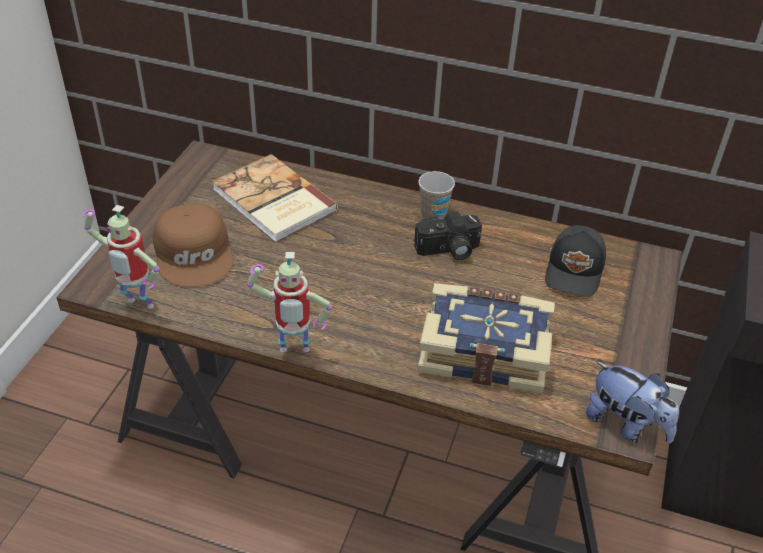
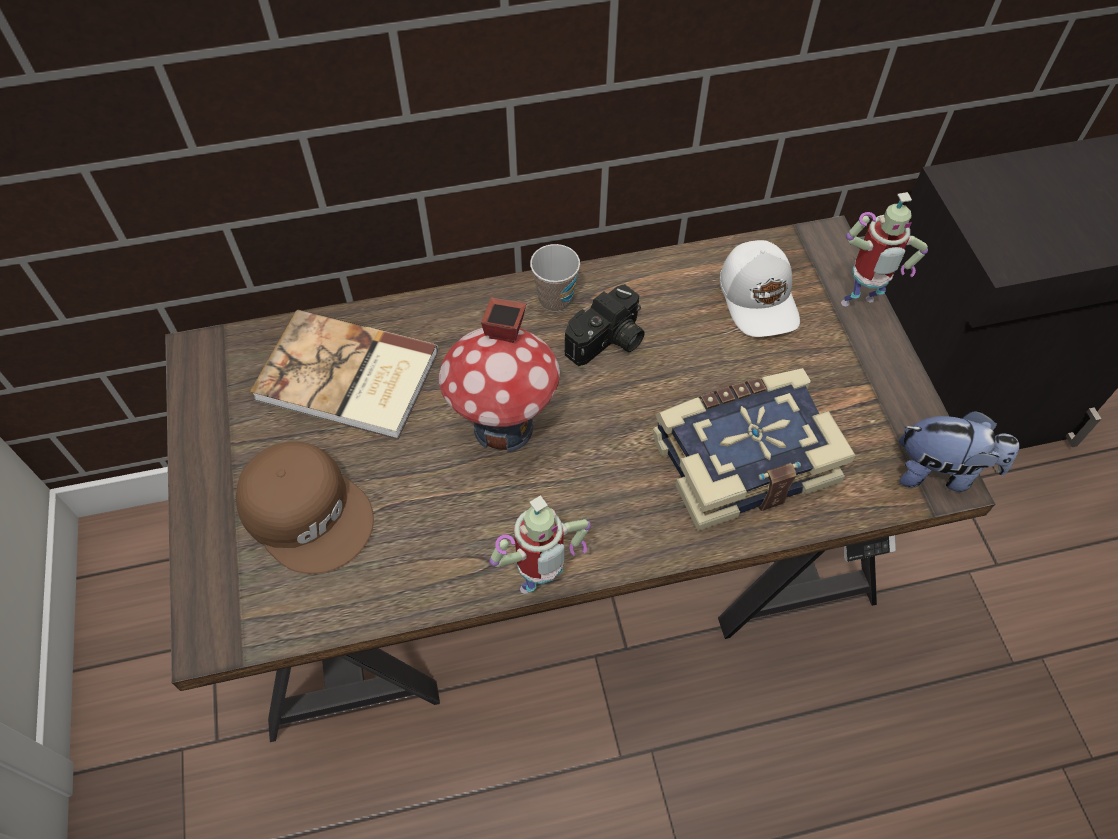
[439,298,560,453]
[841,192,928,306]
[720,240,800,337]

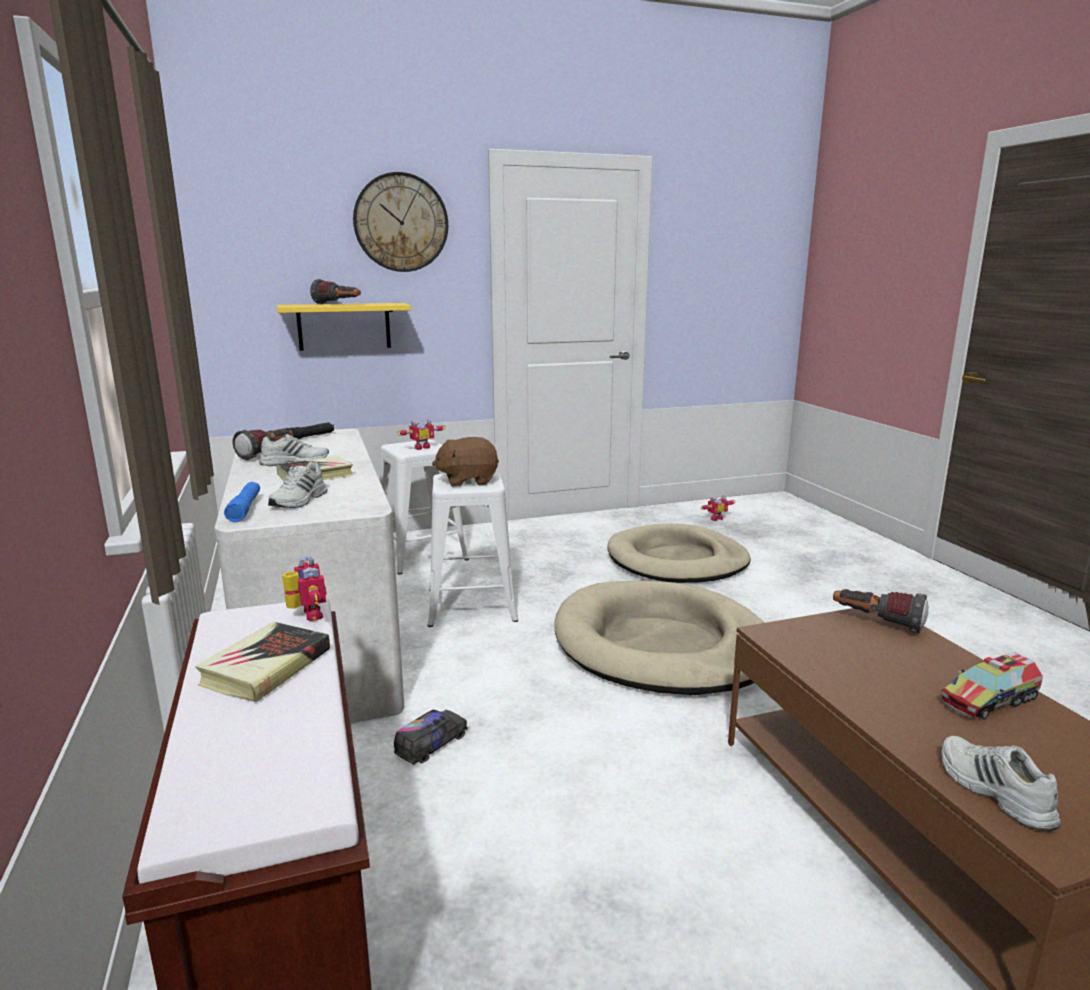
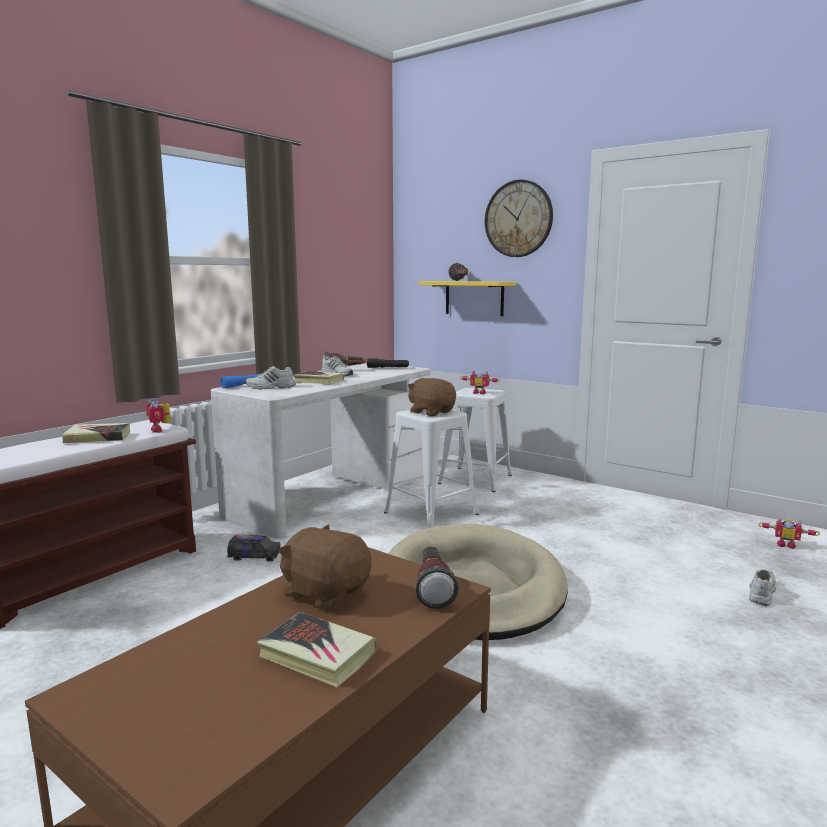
[607,523,751,583] (first image)
[278,524,372,611]
[749,569,777,606]
[257,612,377,687]
[146,398,171,433]

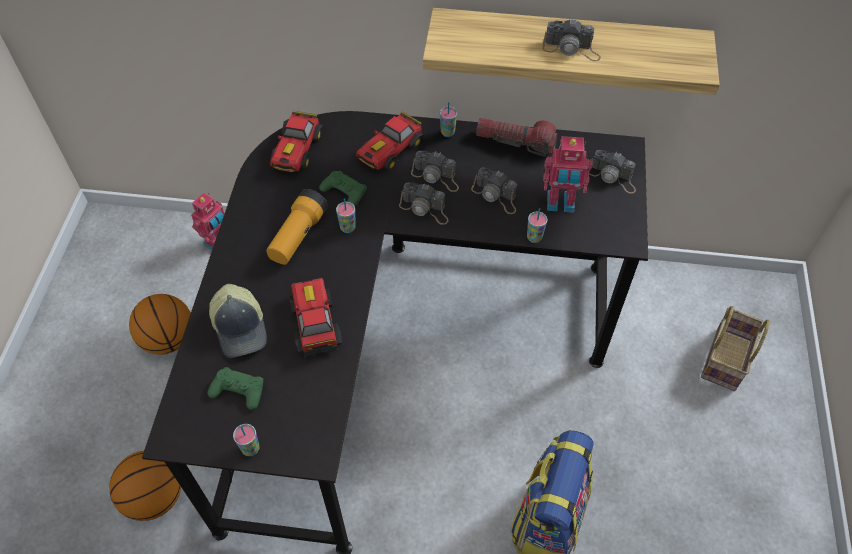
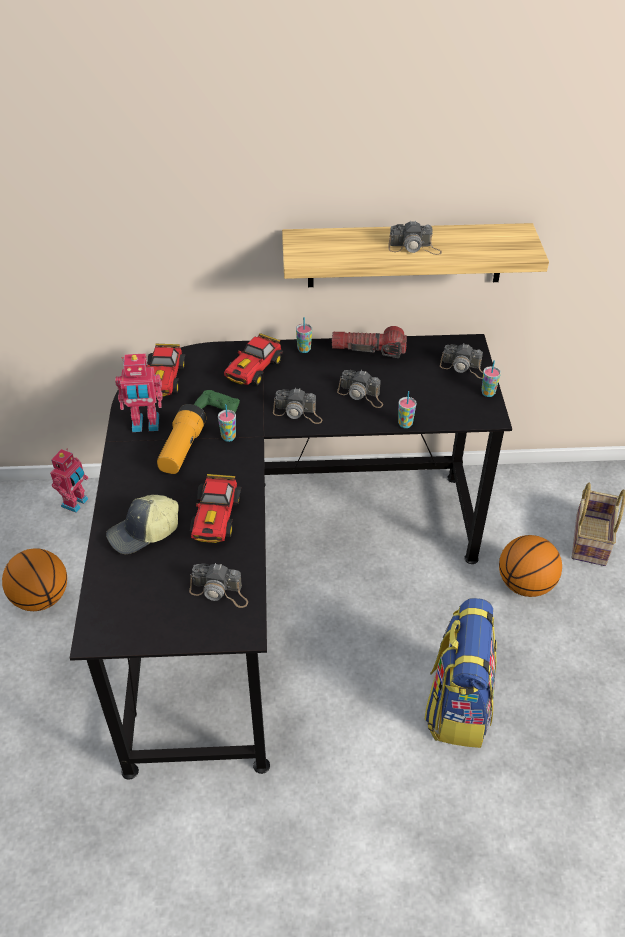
[207,367,263,410] (first image)
[499,535,562,597]
[481,360,501,397]
[189,563,248,608]
[115,353,163,432]
[106,495,179,554]
[190,474,241,543]

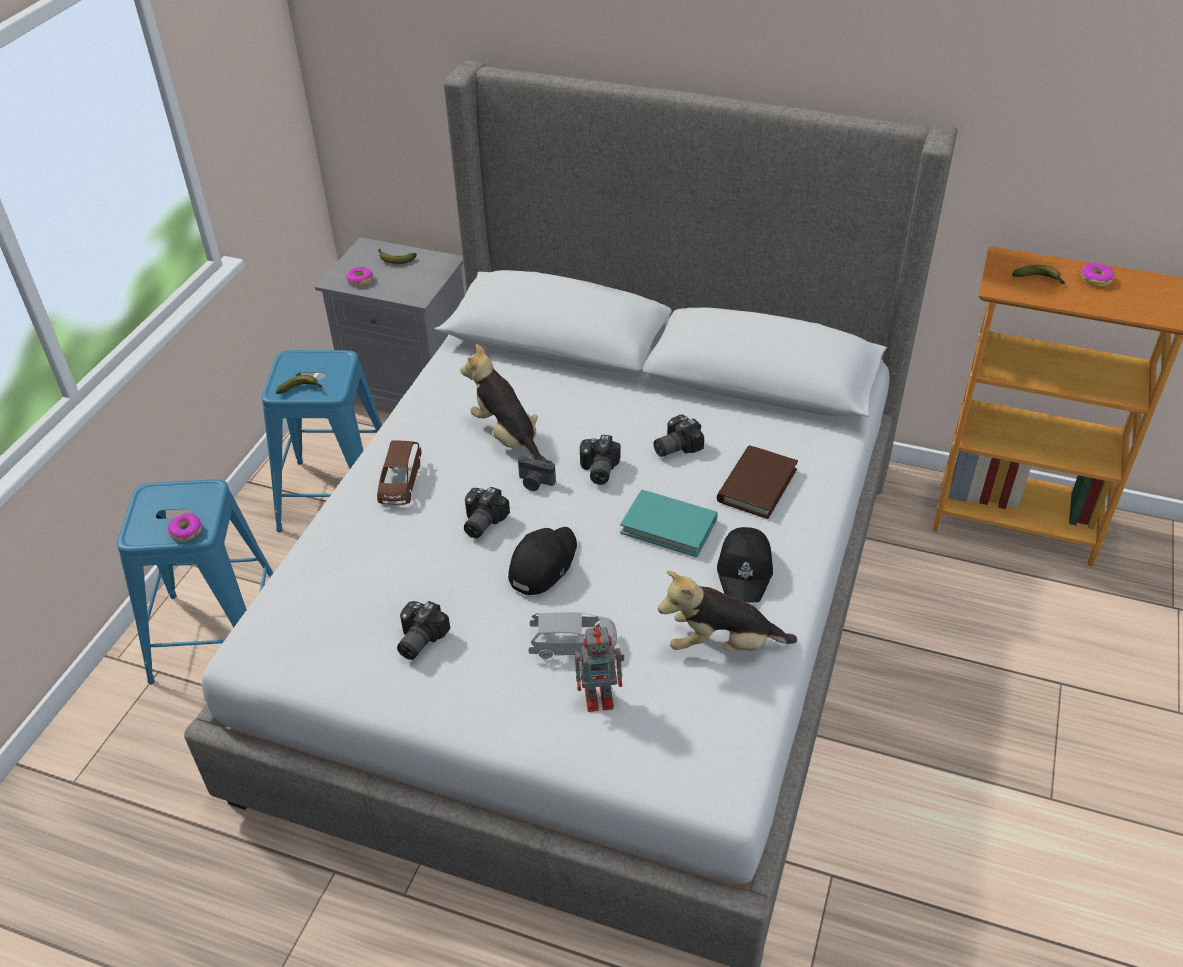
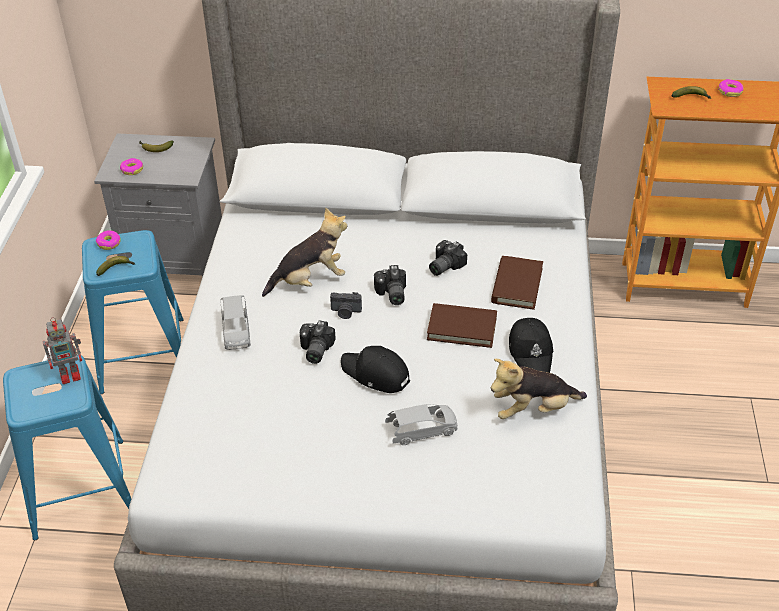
[397,601,450,660] (first image)
[96,231,121,250]
[42,317,82,384]
[221,295,251,350]
[427,303,497,348]
[262,208,347,297]
[341,346,410,393]

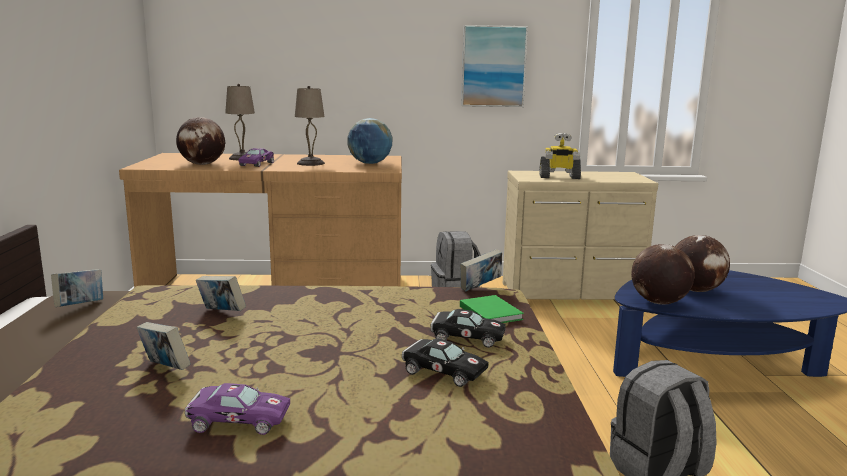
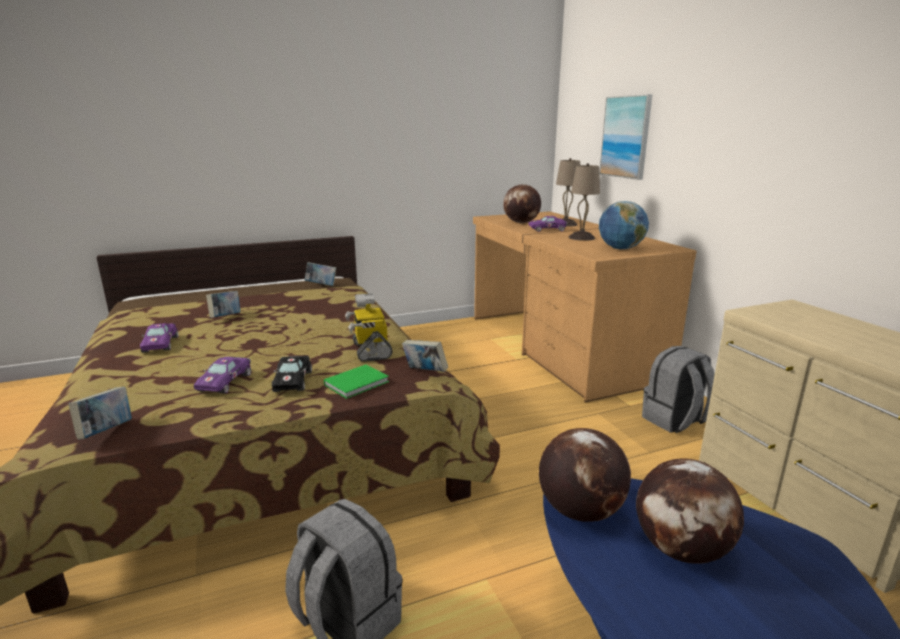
[68,387,132,440]
[599,94,653,180]
[345,293,393,362]
[193,357,251,393]

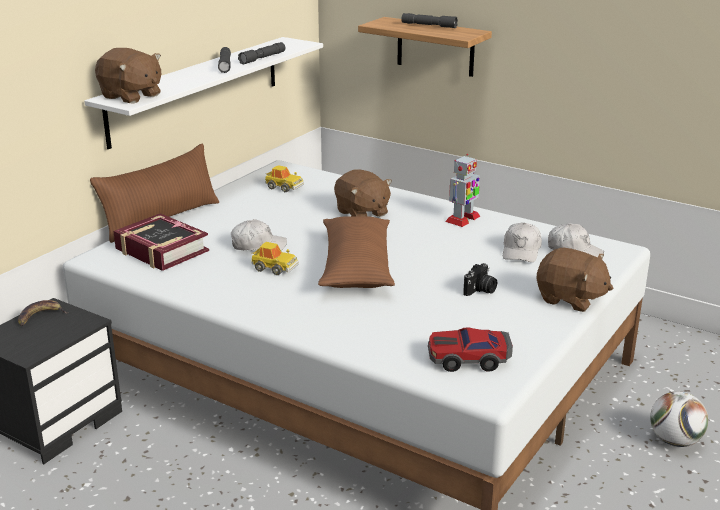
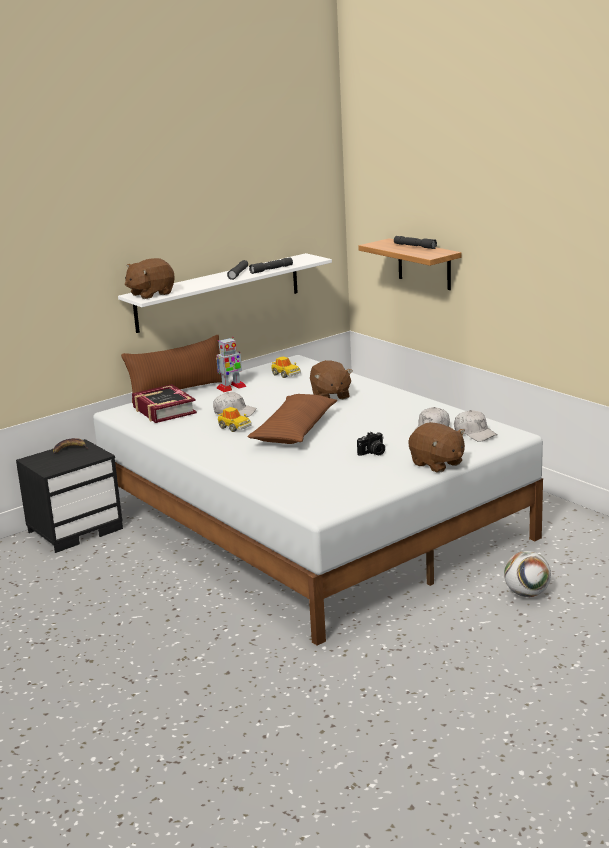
[428,327,513,372] (first image)
[216,337,247,392]
[125,258,175,299]

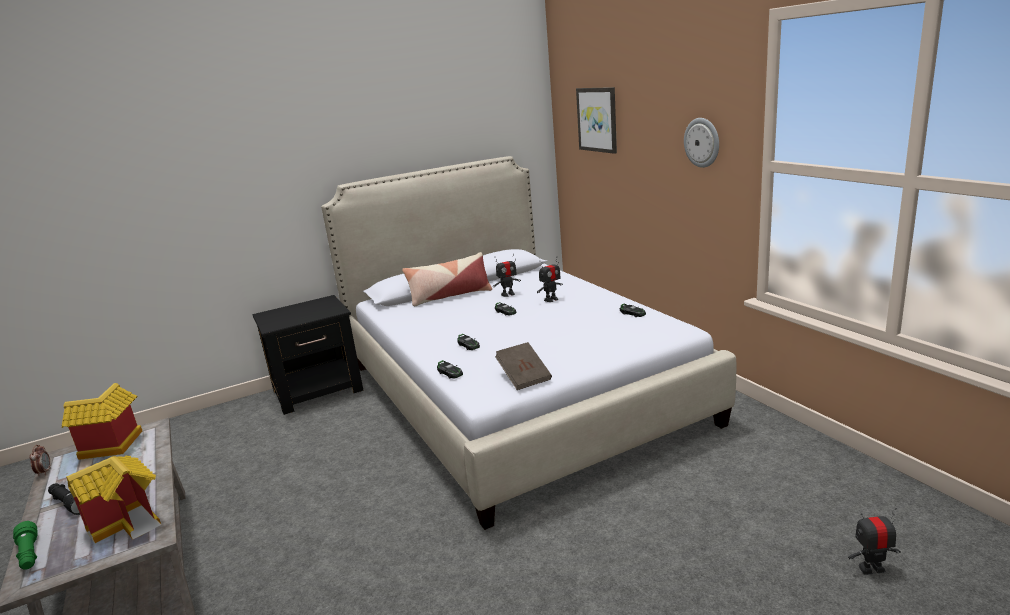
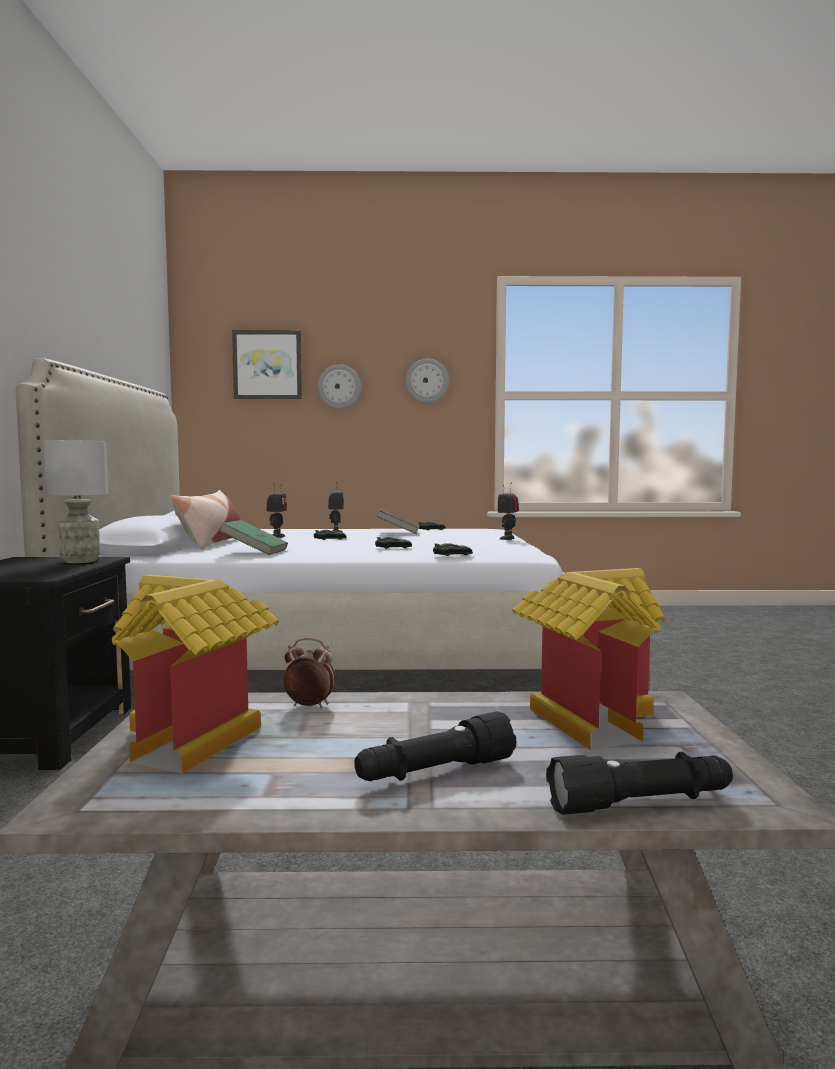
[43,440,108,563]
[219,520,288,555]
[318,364,361,409]
[283,638,336,708]
[376,509,419,534]
[498,483,519,540]
[546,752,733,815]

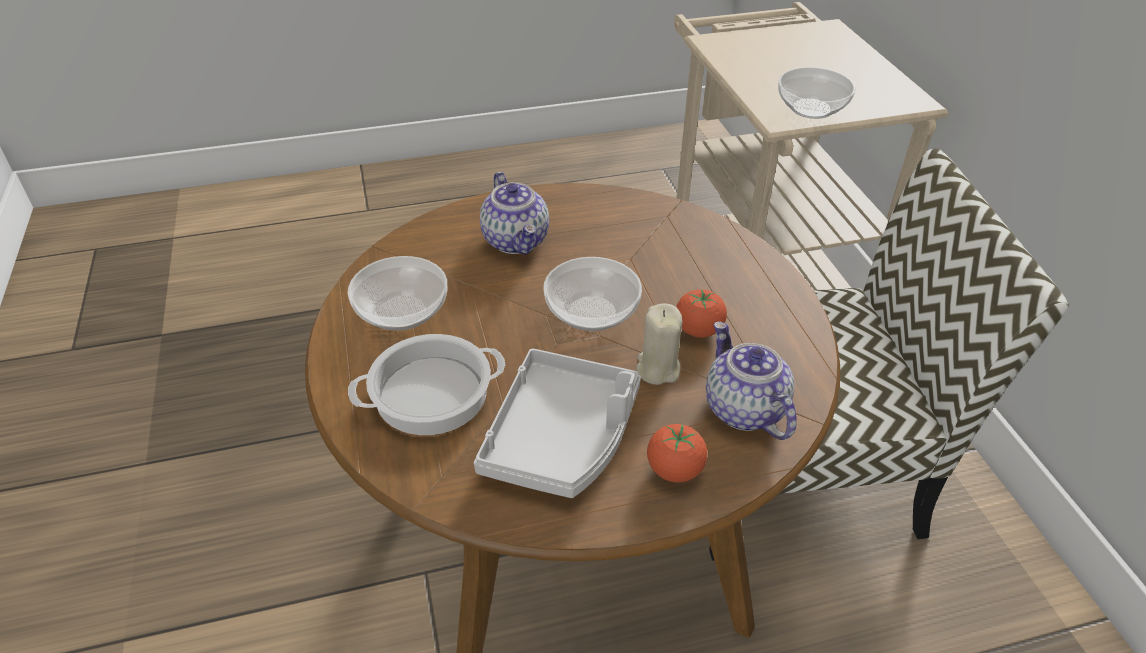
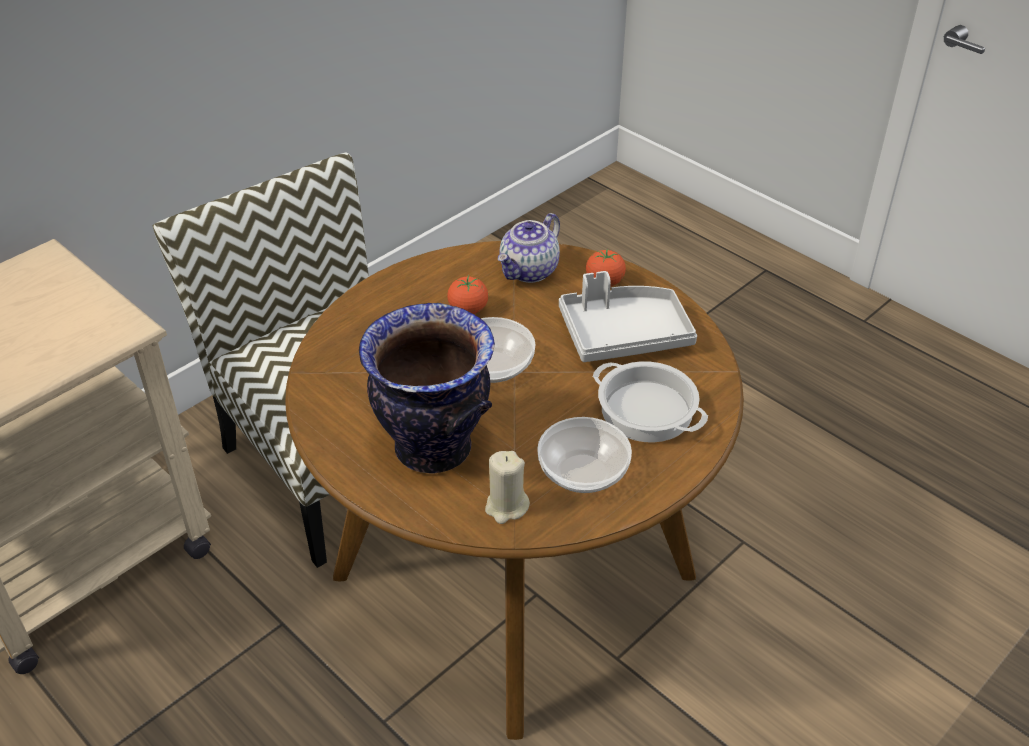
[778,67,855,119] (first image)
[485,451,530,524]
[359,303,495,473]

